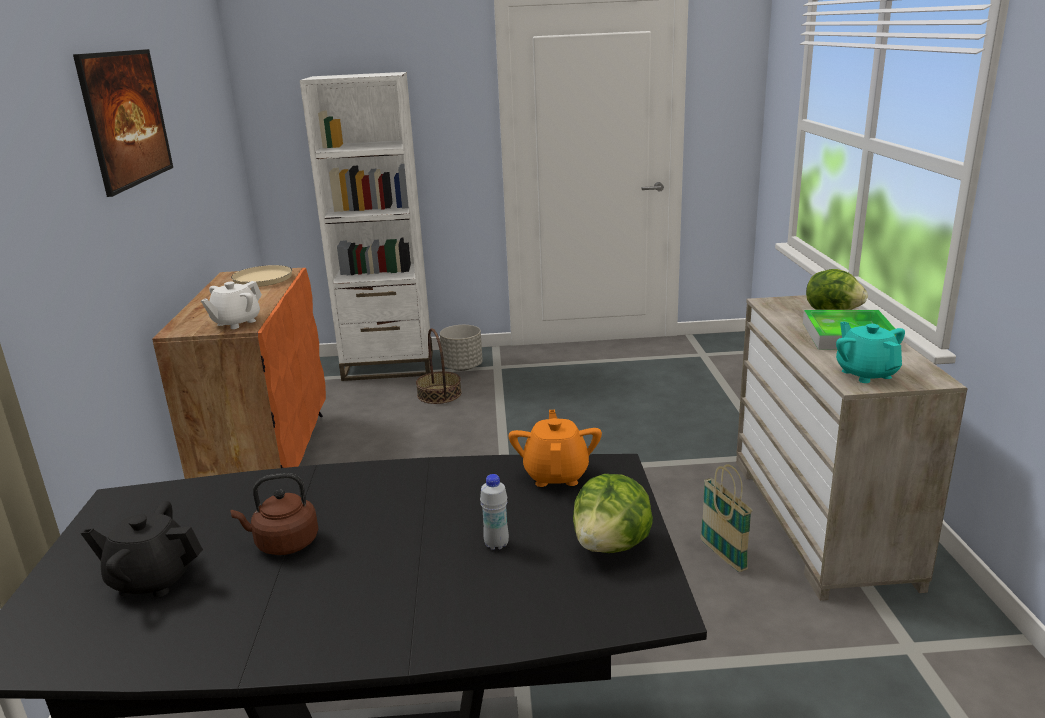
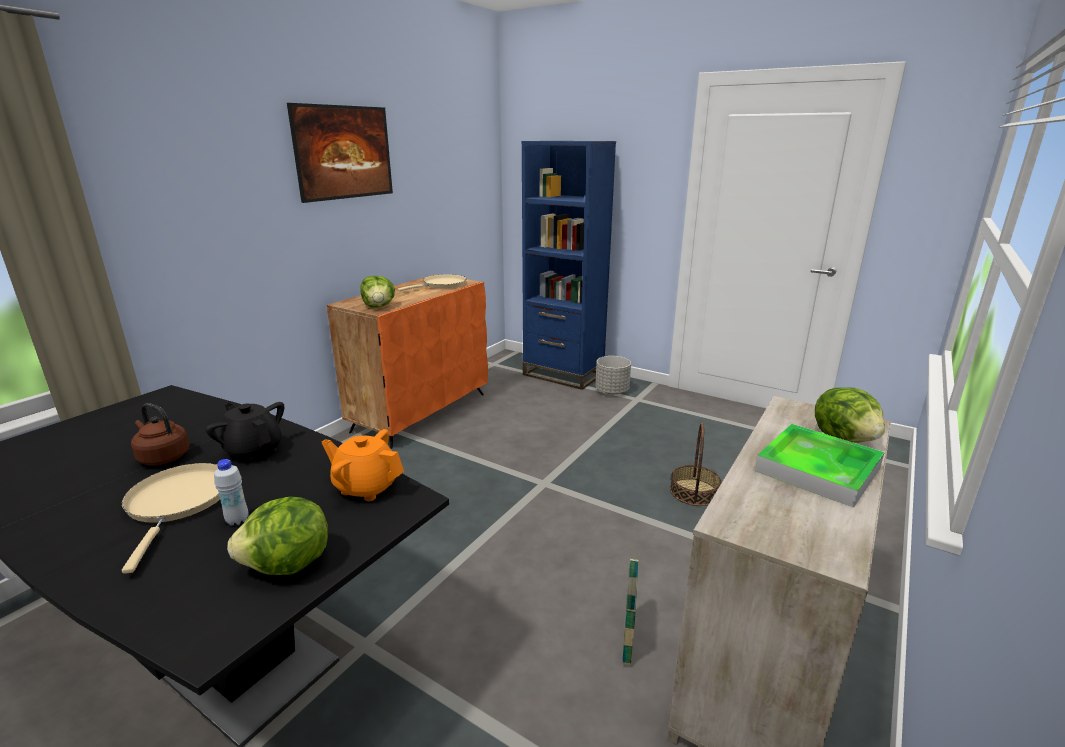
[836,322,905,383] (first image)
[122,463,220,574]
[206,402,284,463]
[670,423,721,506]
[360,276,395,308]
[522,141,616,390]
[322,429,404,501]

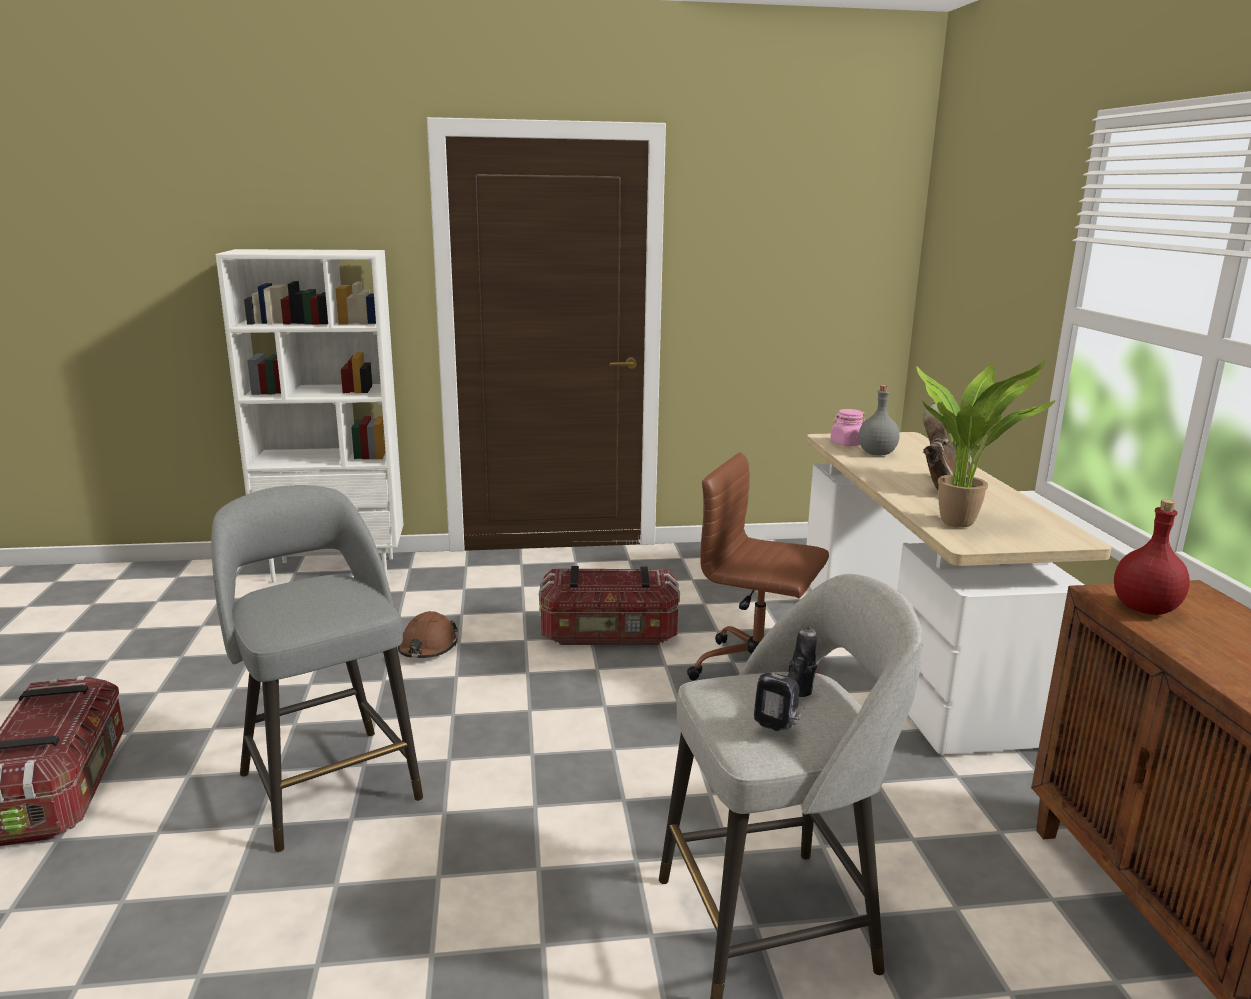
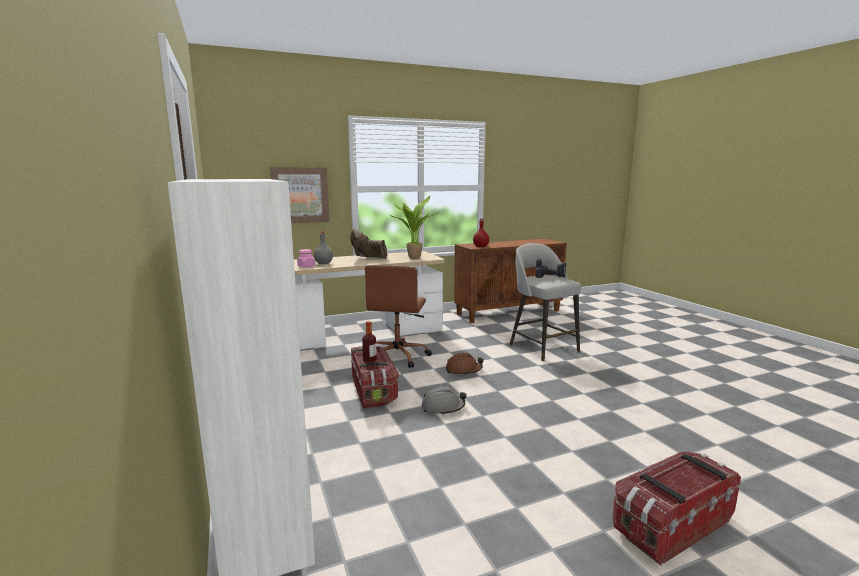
[211,485,423,852] (first image)
[270,167,330,223]
[362,321,377,363]
[421,387,467,415]
[446,353,484,376]

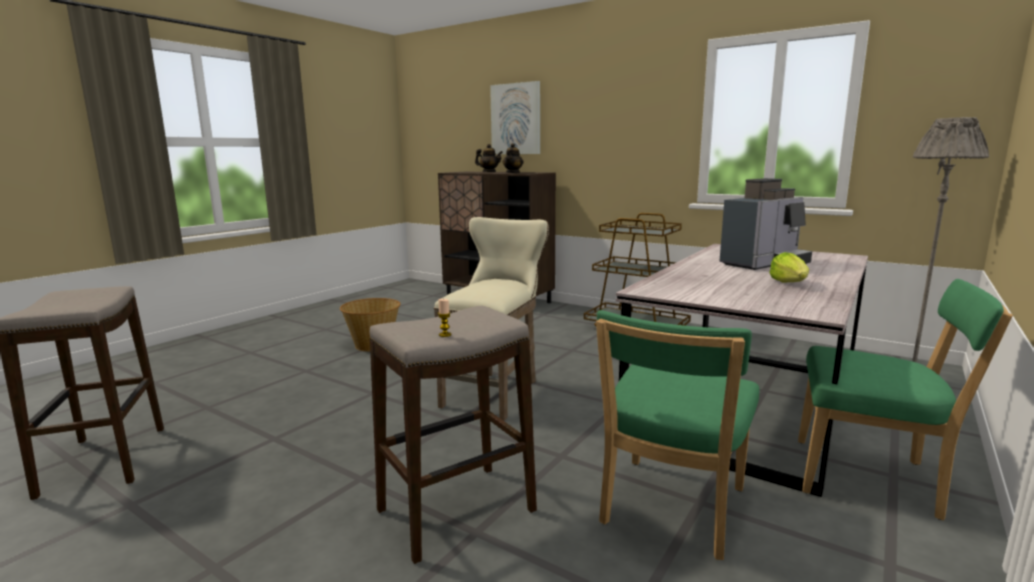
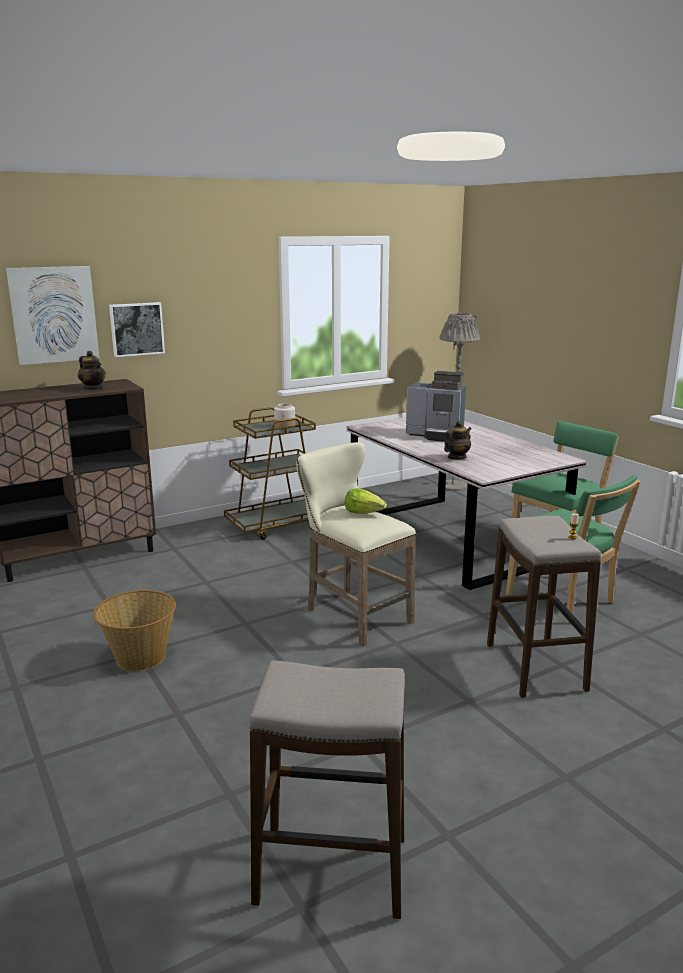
[109,302,165,357]
[274,403,295,429]
[444,421,472,459]
[345,488,387,514]
[406,371,466,442]

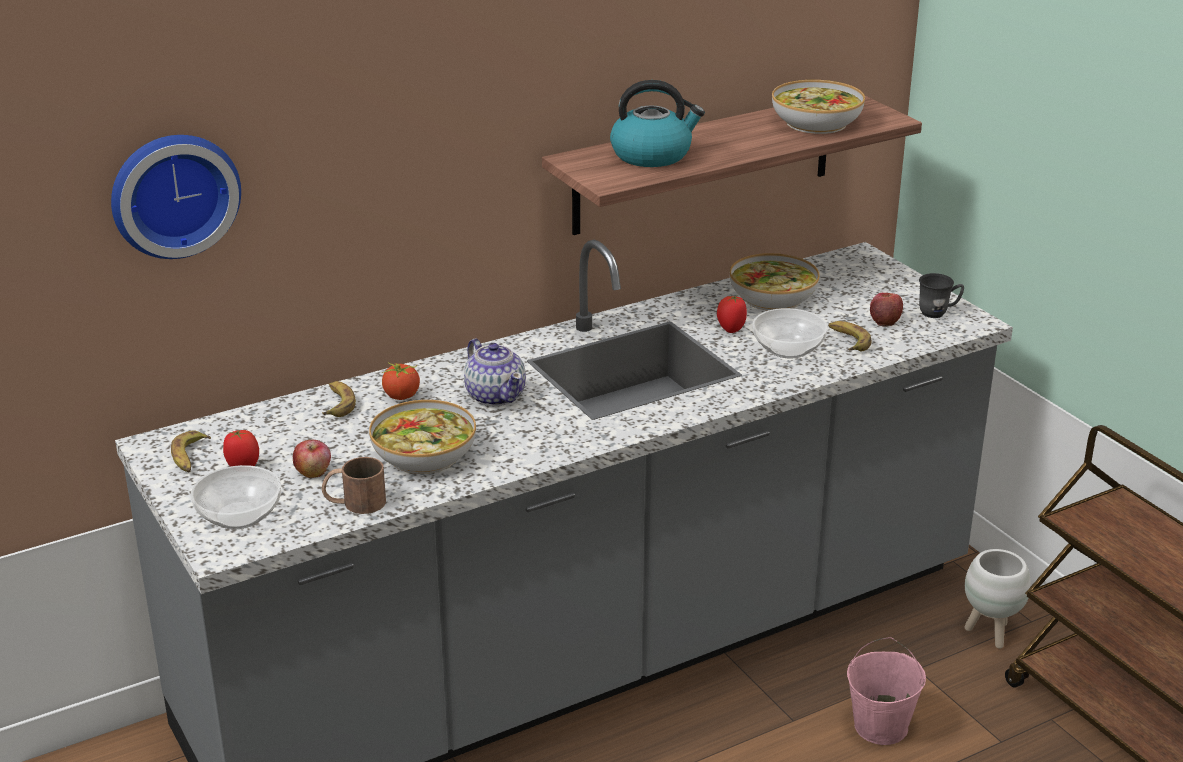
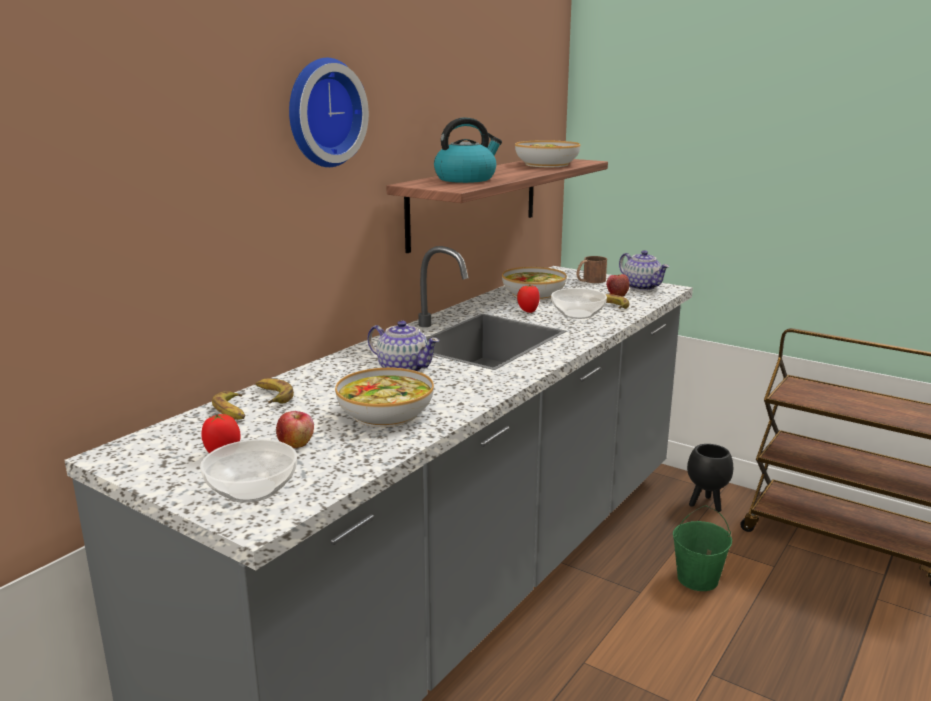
[381,362,420,400] (first image)
[289,58,369,167]
[212,391,245,420]
[576,256,607,283]
[619,250,669,291]
[673,505,732,591]
[687,444,733,512]

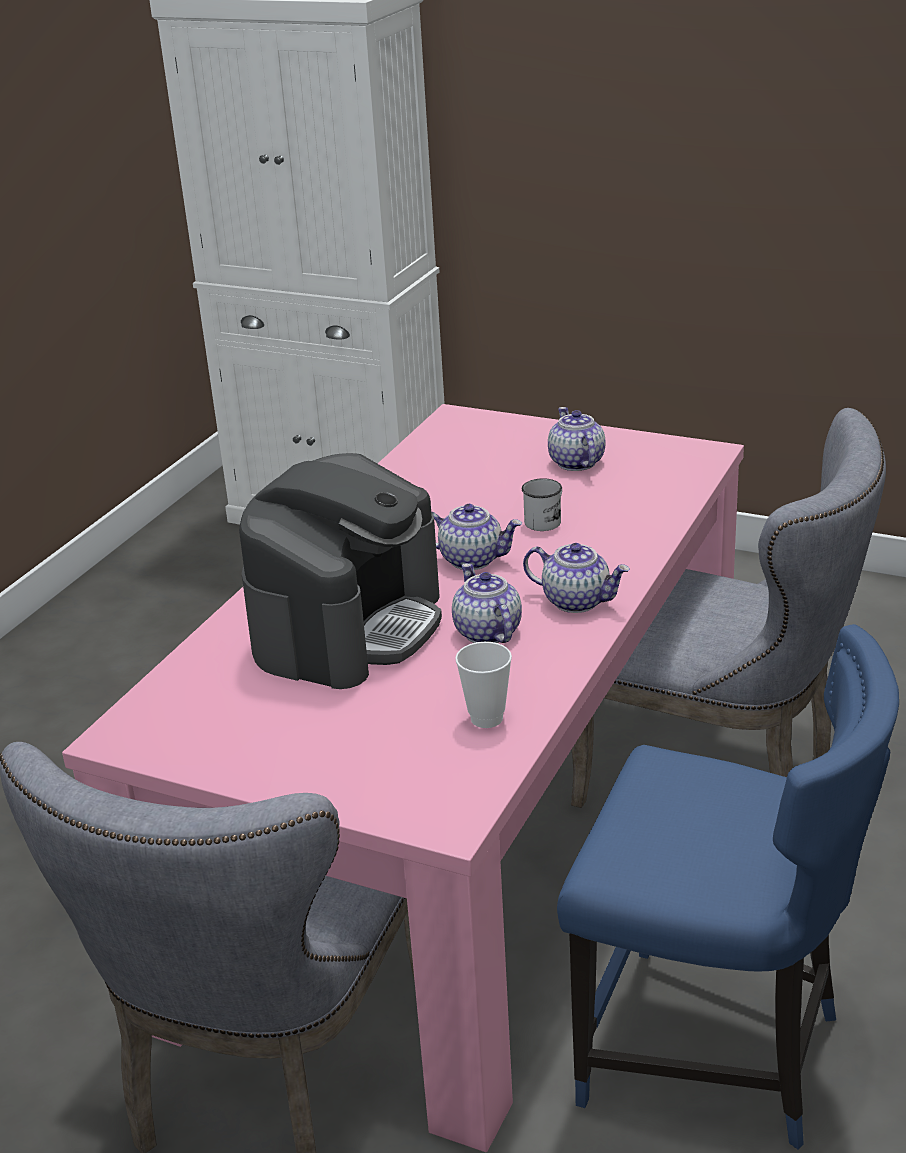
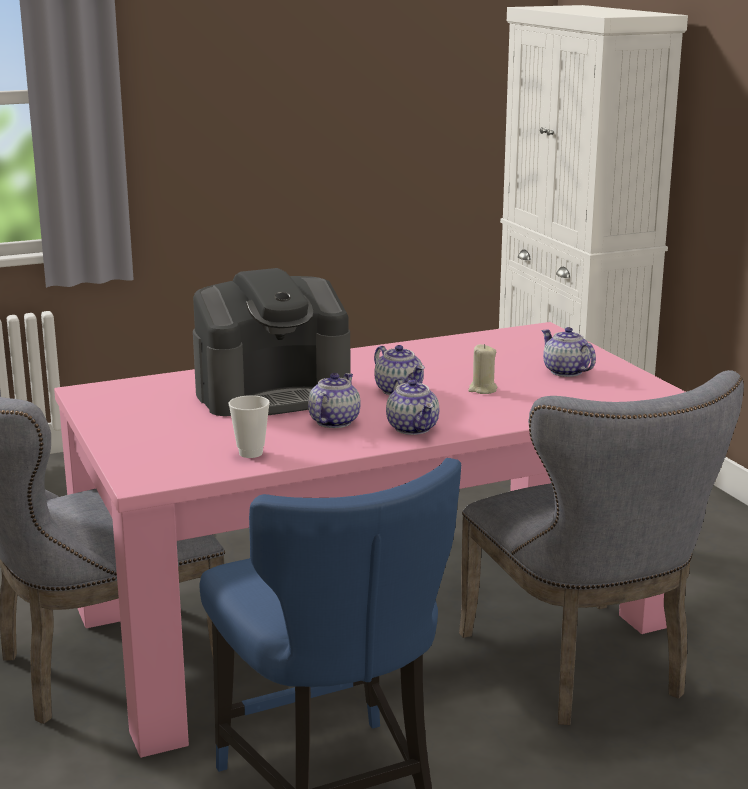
[468,344,498,394]
[541,327,596,377]

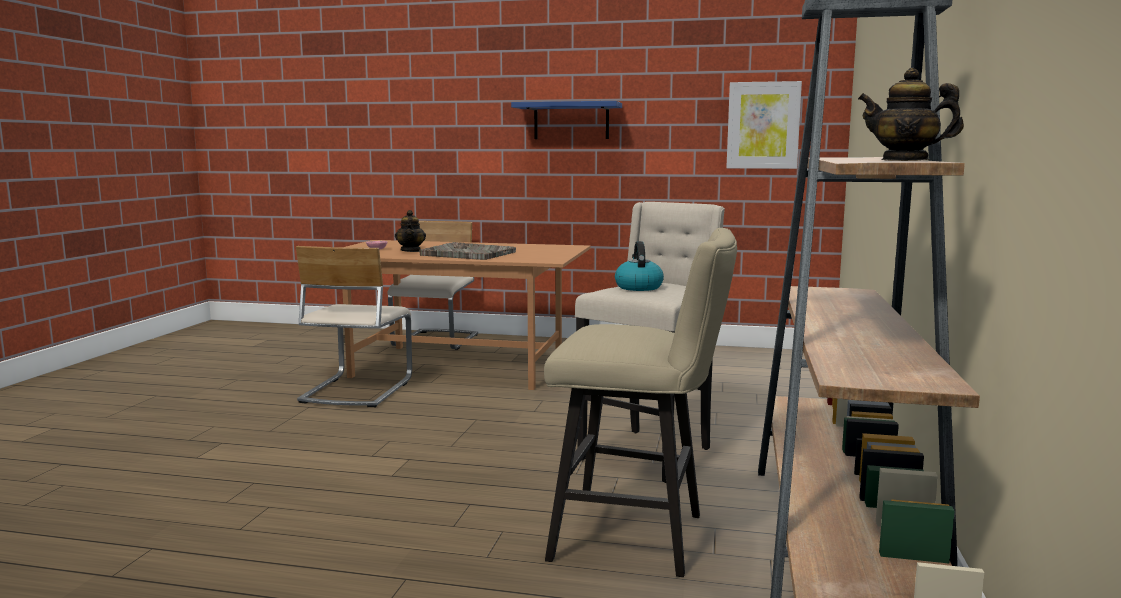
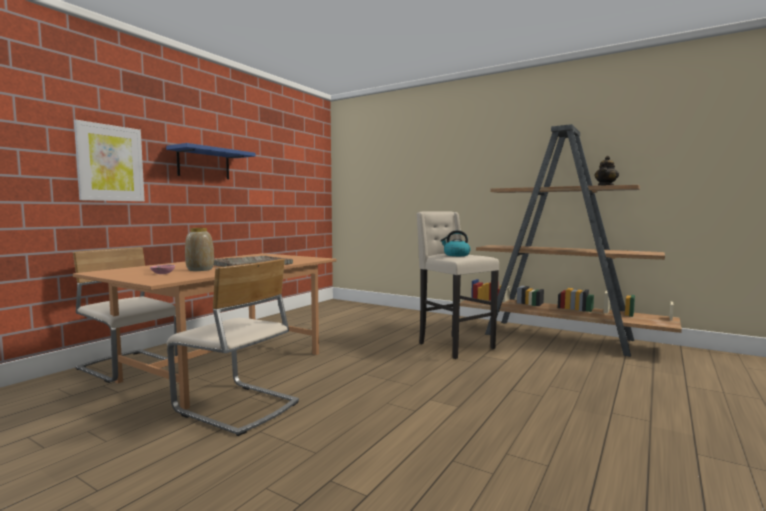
[544,228,737,577] (first image)
[74,120,145,202]
[185,228,214,271]

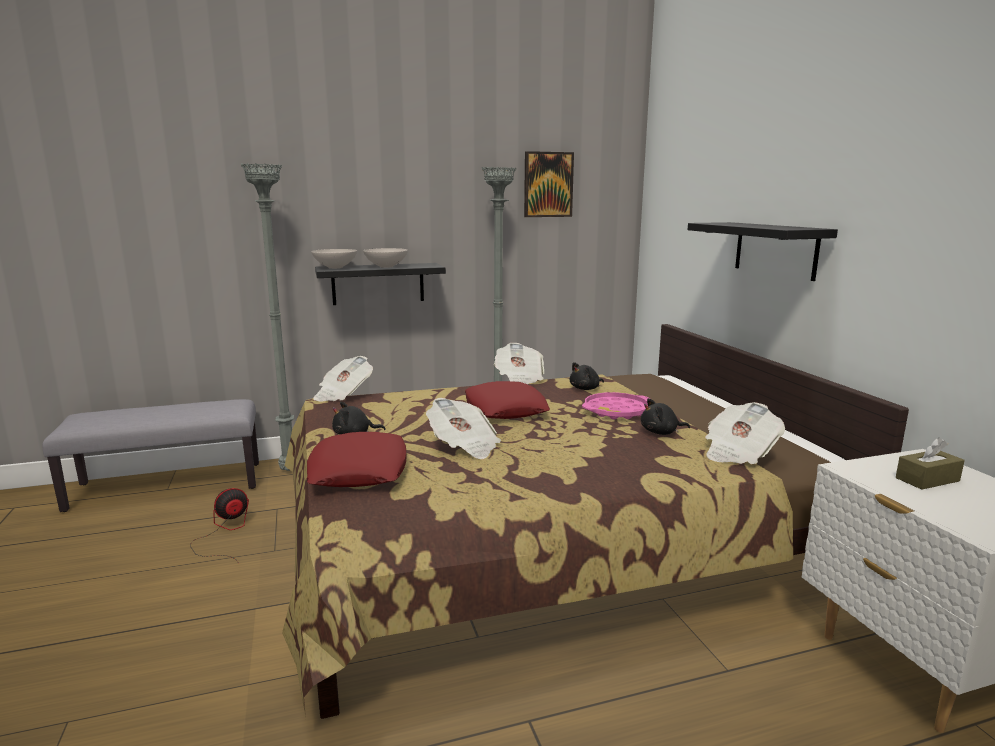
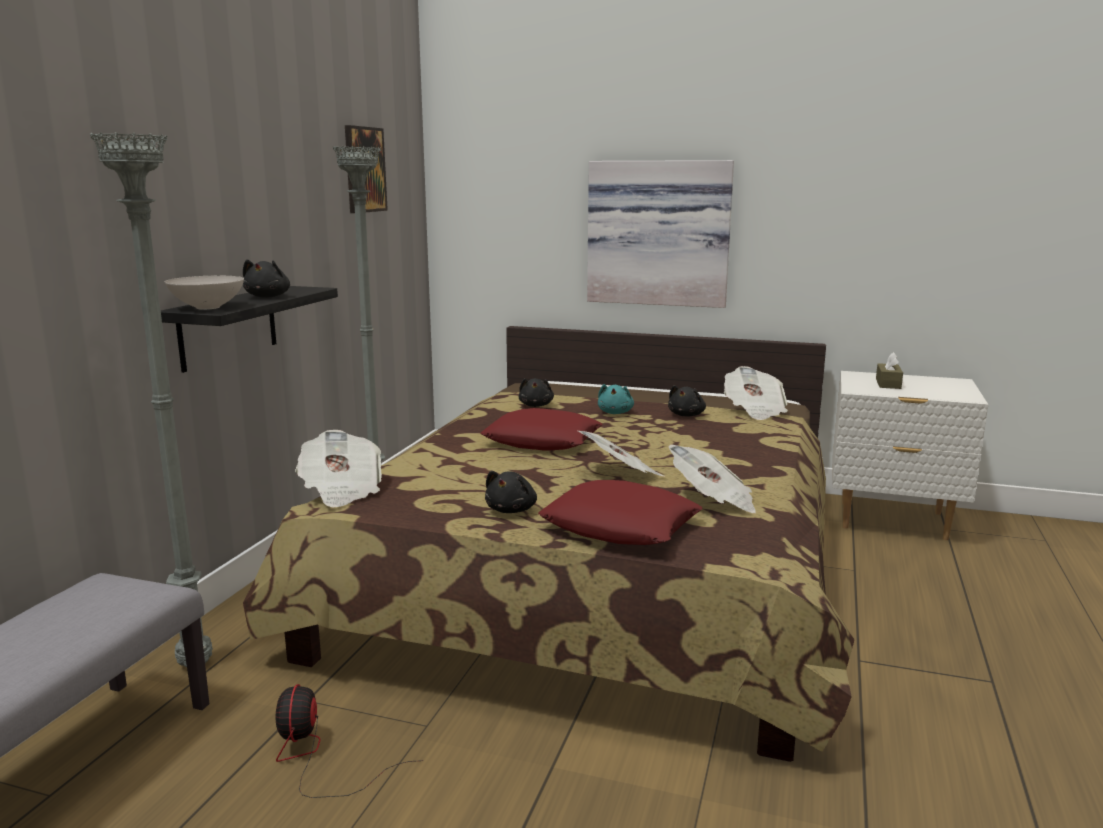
[669,445,756,513]
[243,259,290,298]
[598,384,634,414]
[587,160,734,308]

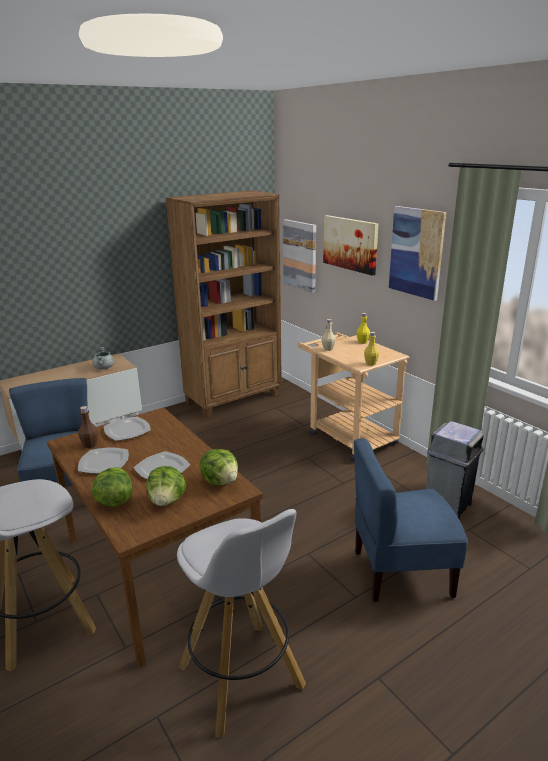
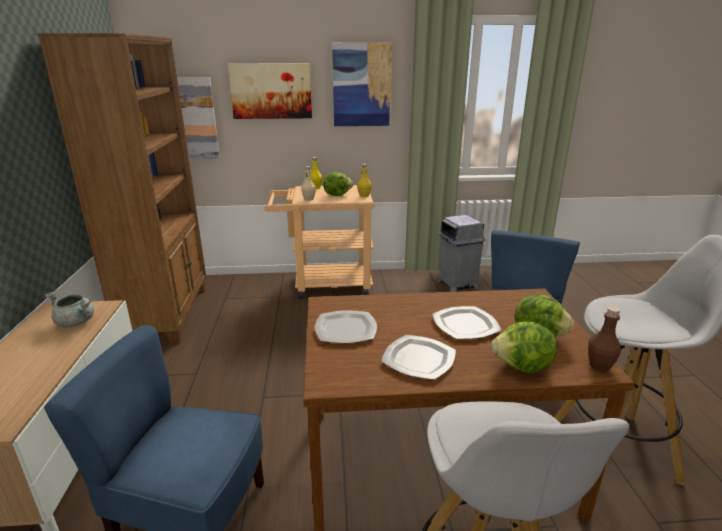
[588,306,621,372]
[323,172,353,196]

